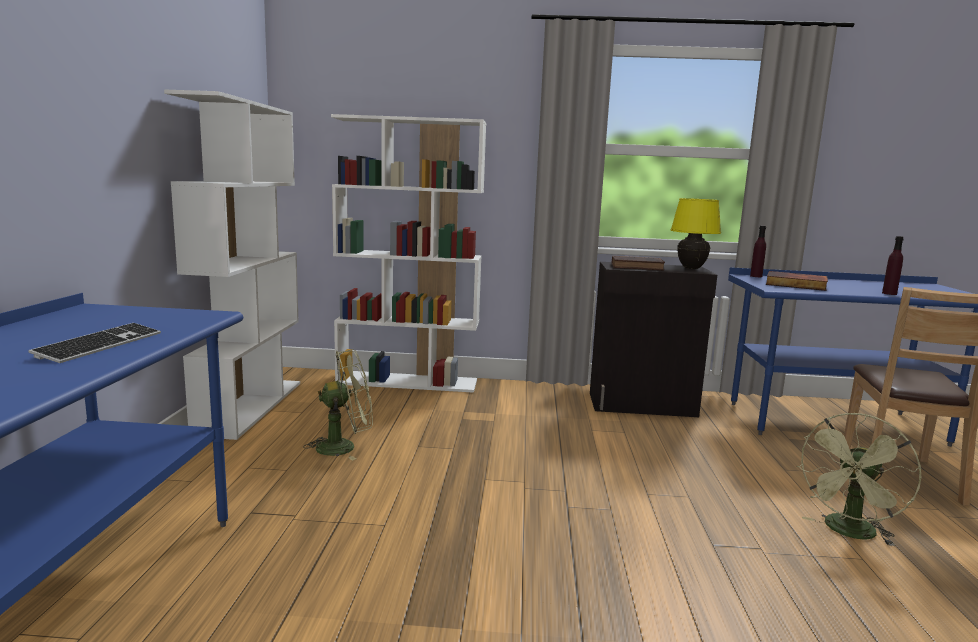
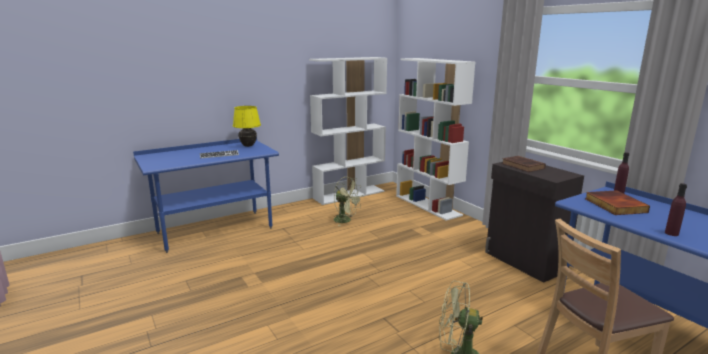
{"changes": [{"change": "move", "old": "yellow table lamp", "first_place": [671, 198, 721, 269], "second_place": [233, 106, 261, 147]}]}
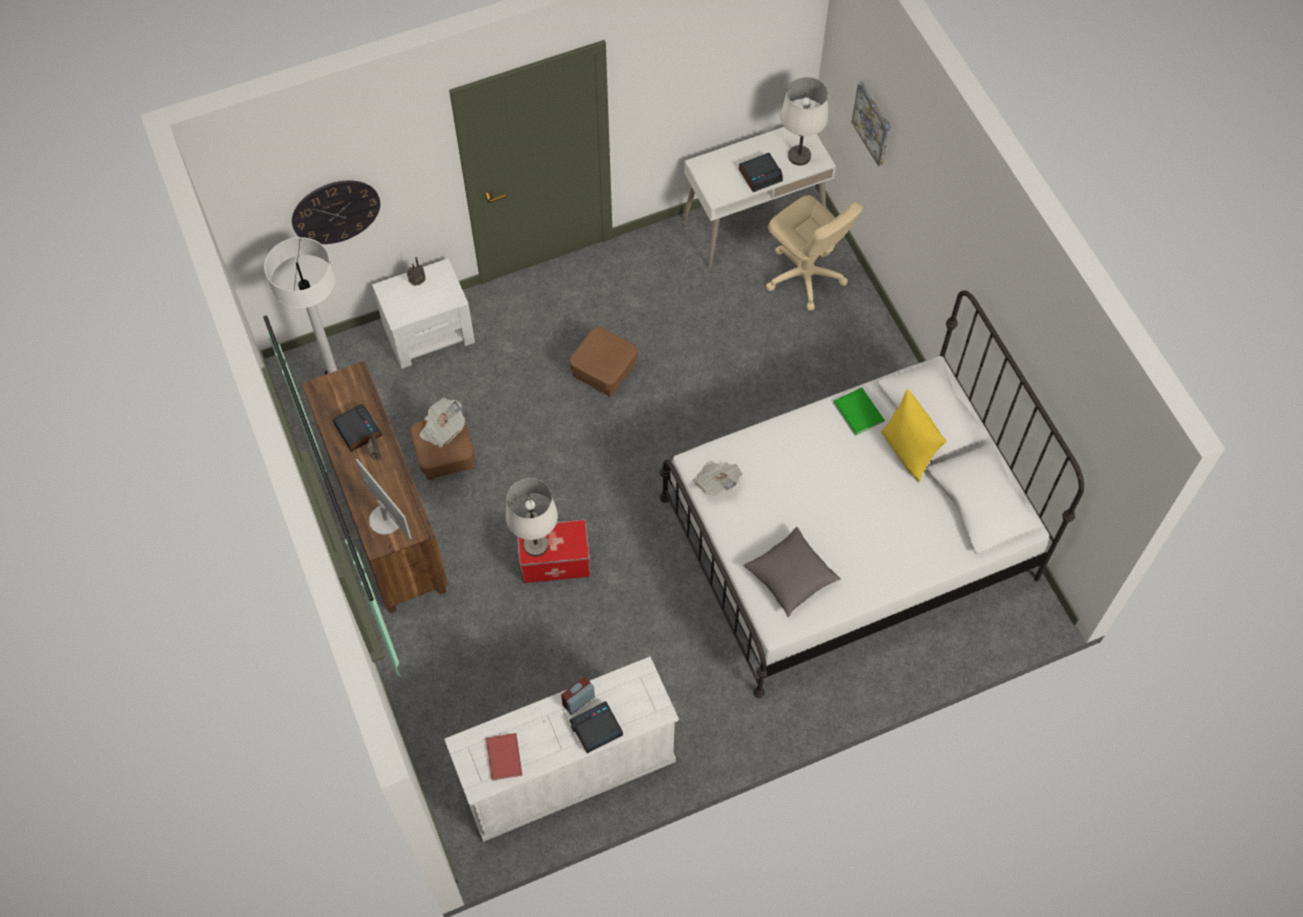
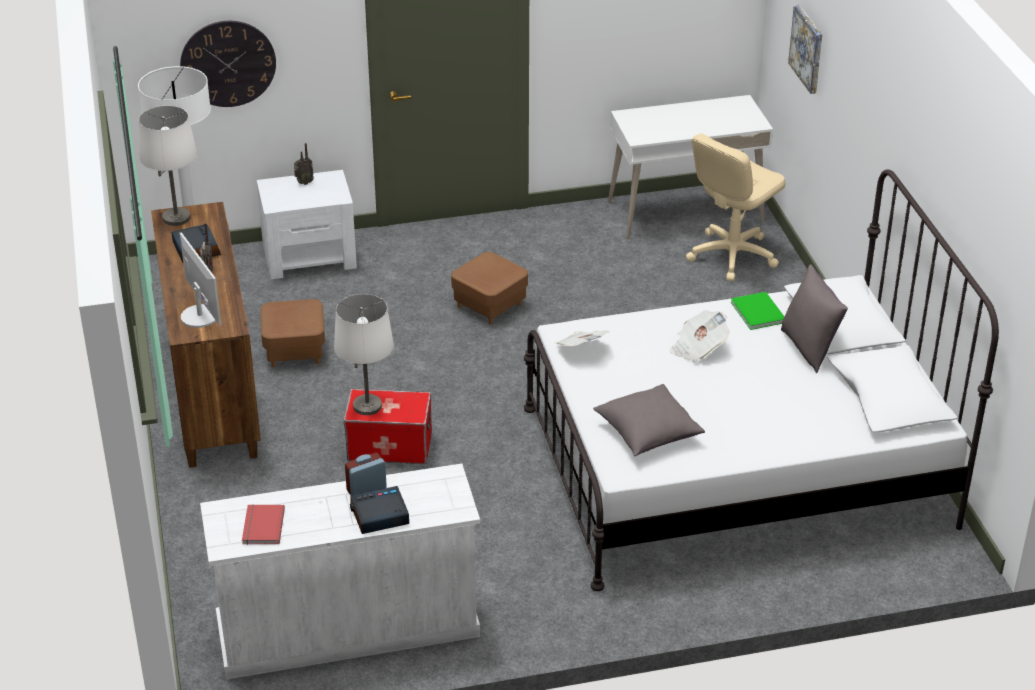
{"changes": [{"change": "delete", "old": "alarm clock", "first_place": [739, 153, 783, 192]}, {"change": "move", "old": "newspaper", "first_place": [420, 398, 465, 448], "second_place": [670, 310, 729, 363]}, {"change": "move", "old": "white table lamp", "first_place": [780, 77, 828, 165], "second_place": [139, 106, 197, 226]}, {"change": "recolor", "old": "yellow pillow", "new": "grey pillow", "first_place": [881, 389, 947, 482], "second_place": [781, 264, 848, 373]}, {"change": "rotate", "old": "beige office chair", "first_place": [766, 195, 863, 311], "second_place": [686, 134, 786, 281], "degrees": 75}]}
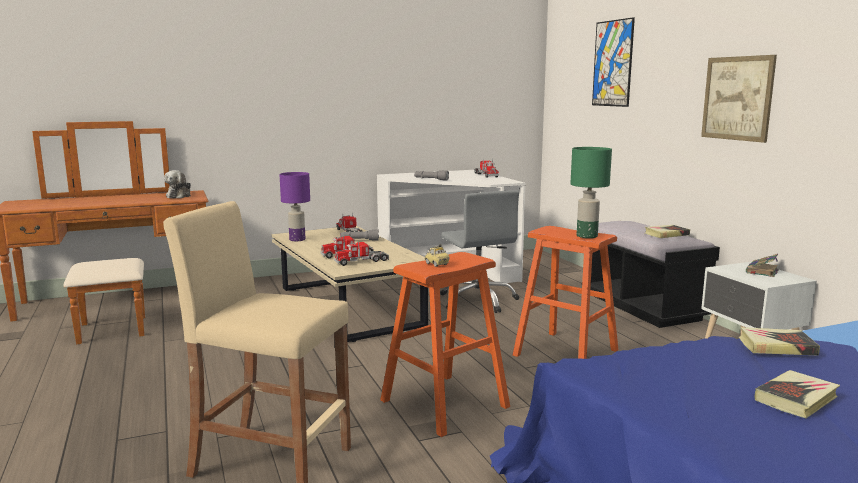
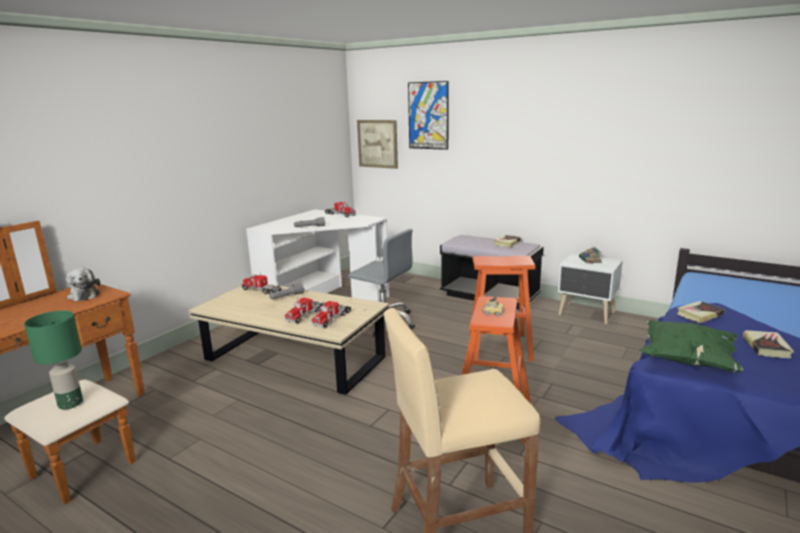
{"changes": [{"change": "delete", "old": "purple table lamp", "first_place": [279, 172, 310, 241]}, {"change": "insert", "new": "green pillow", "second_place": [640, 320, 744, 373]}, {"change": "move", "old": "green table lamp", "first_place": [570, 147, 612, 238], "second_place": [24, 310, 83, 409]}, {"change": "move", "old": "picture", "first_place": [701, 55, 777, 143], "second_place": [357, 120, 398, 169]}]}
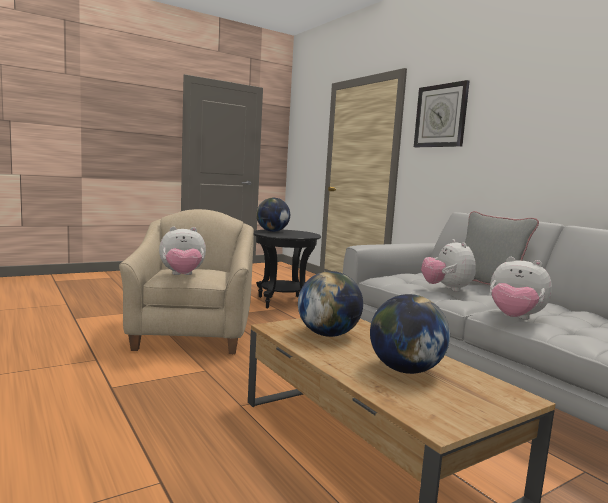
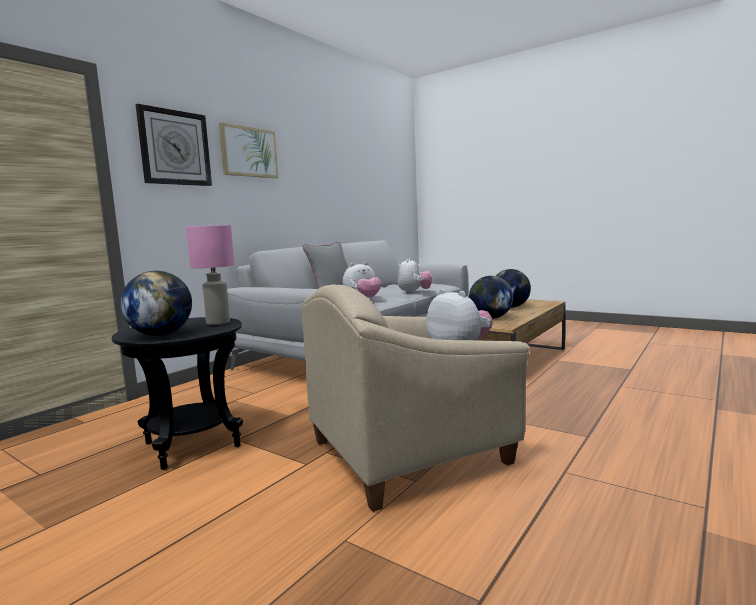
{"changes": [{"change": "insert", "new": "pink table lamp", "second_place": [186, 225, 235, 325]}, {"change": "insert", "new": "picture", "second_place": [219, 122, 278, 178]}]}
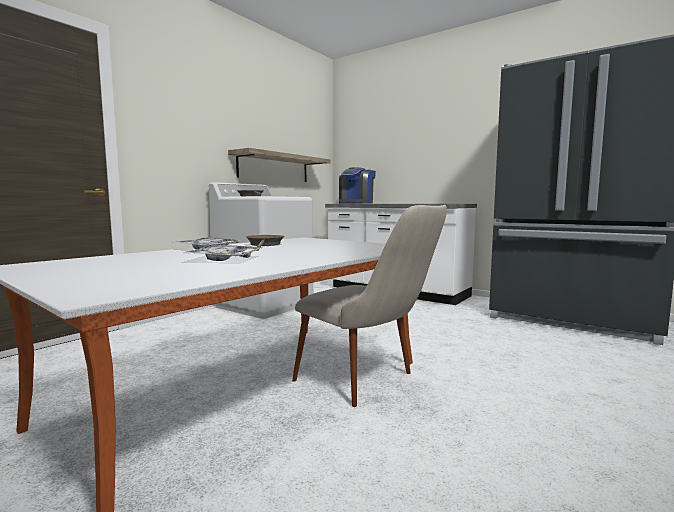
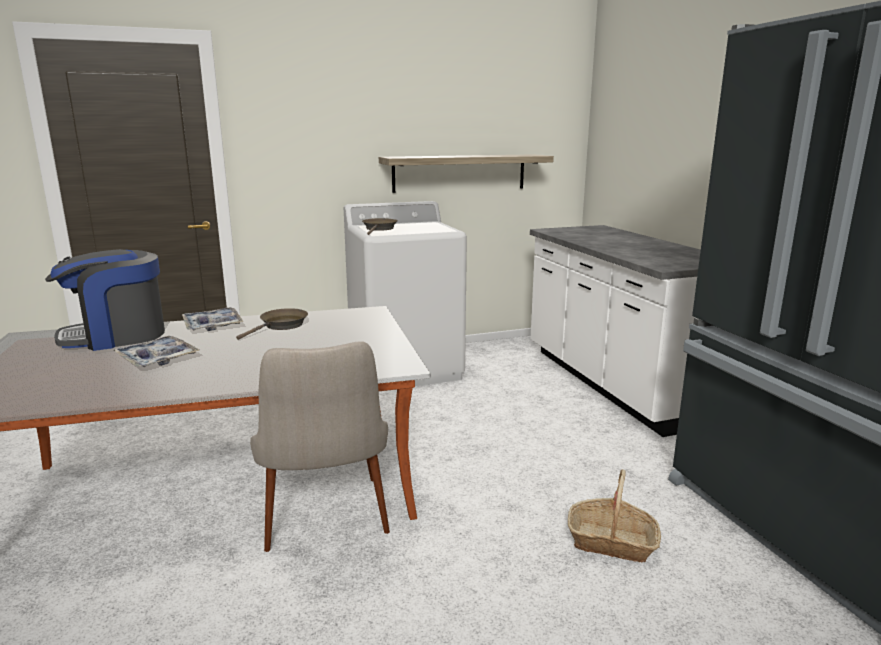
{"changes": [{"change": "insert", "new": "basket", "second_place": [568, 469, 661, 562]}, {"change": "move", "old": "coffee machine", "first_place": [339, 167, 376, 204], "second_place": [45, 249, 165, 351]}]}
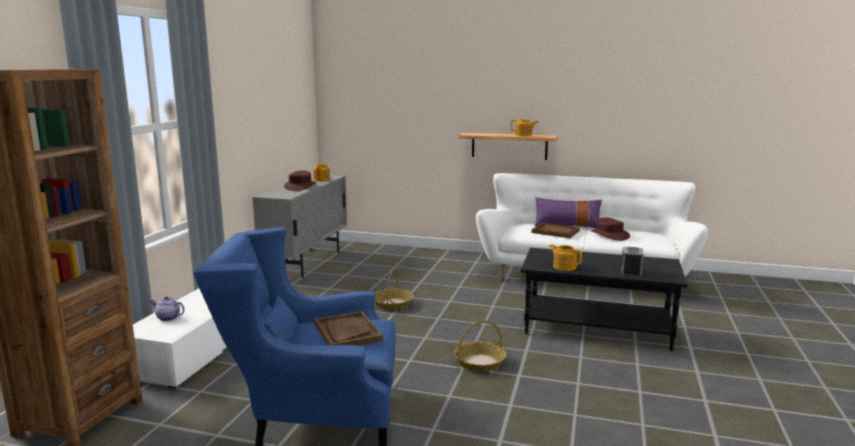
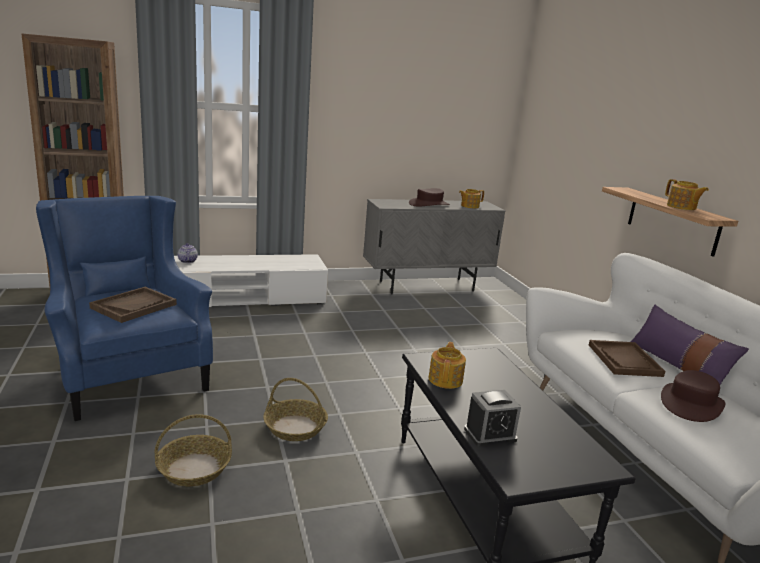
{"changes": [{"change": "move", "old": "basket", "first_place": [374, 269, 414, 310], "second_place": [155, 414, 232, 487]}]}
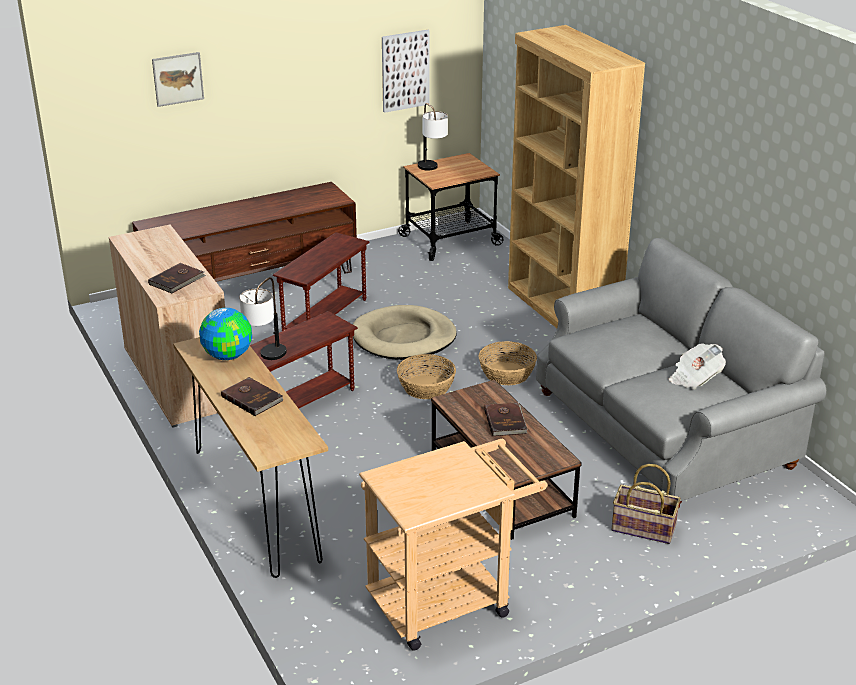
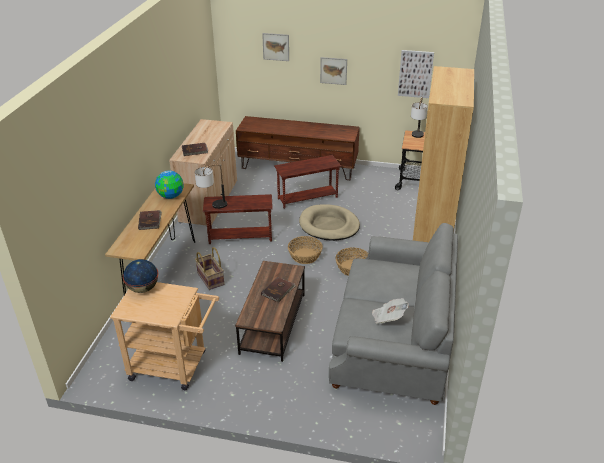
{"changes": [{"change": "insert", "new": "globe", "second_place": [123, 259, 159, 293]}, {"change": "insert", "new": "picture", "second_place": [320, 57, 347, 85]}, {"change": "move", "old": "basket", "first_place": [611, 464, 681, 544], "second_place": [195, 247, 224, 290]}]}
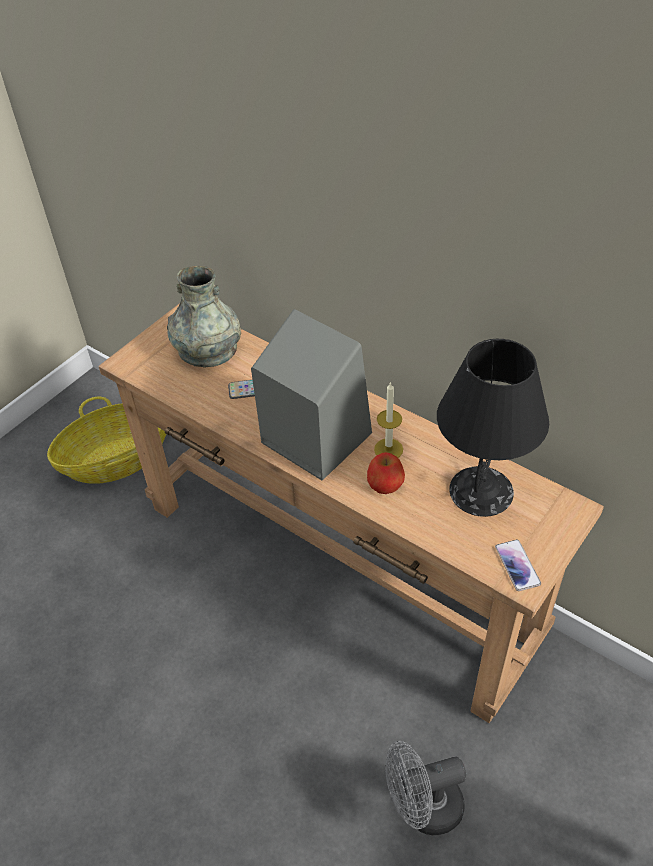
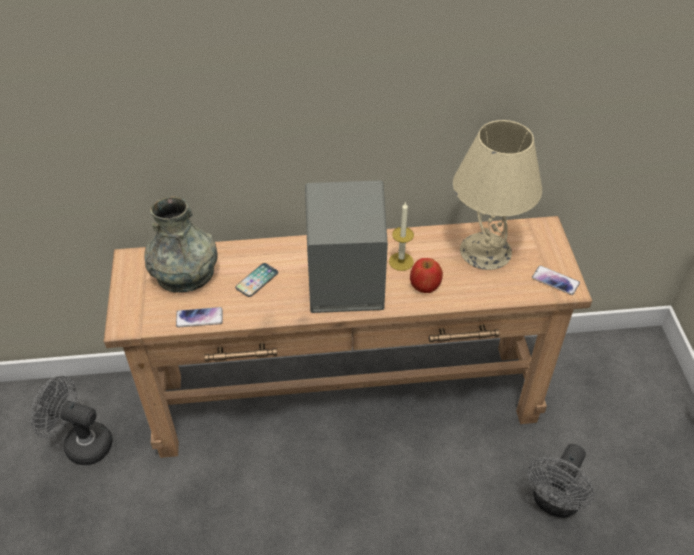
{"changes": [{"change": "insert", "new": "phone", "second_place": [176, 307, 223, 328]}, {"change": "replace", "old": "basket", "new": "grey fan", "first_place": [47, 397, 166, 484], "second_place": [31, 376, 113, 465]}, {"change": "recolor", "old": "black table lamp", "new": "beige table lamp", "first_place": [437, 339, 549, 517], "second_place": [453, 120, 542, 270]}]}
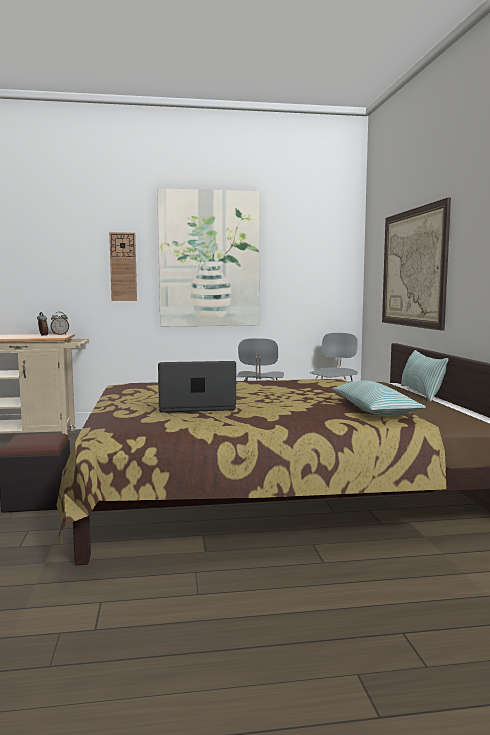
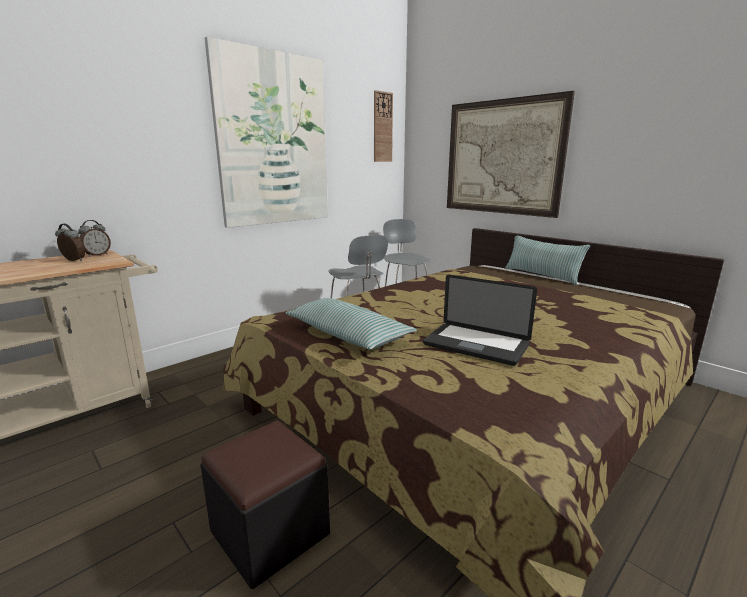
{"changes": [{"change": "move", "old": "wall clock", "first_place": [109, 232, 137, 301], "second_place": [374, 90, 393, 162]}, {"change": "move", "old": "pillow", "first_place": [332, 380, 426, 416], "second_place": [285, 298, 417, 350]}, {"change": "rotate", "old": "laptop", "first_place": [158, 361, 236, 413], "second_place": [423, 275, 537, 366], "degrees": -105}]}
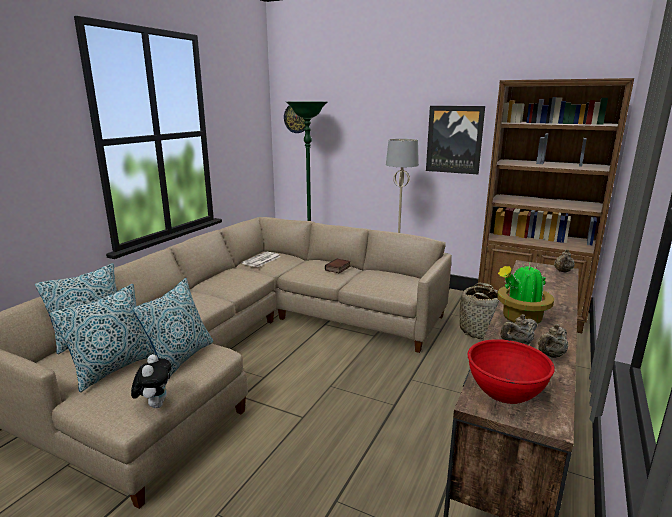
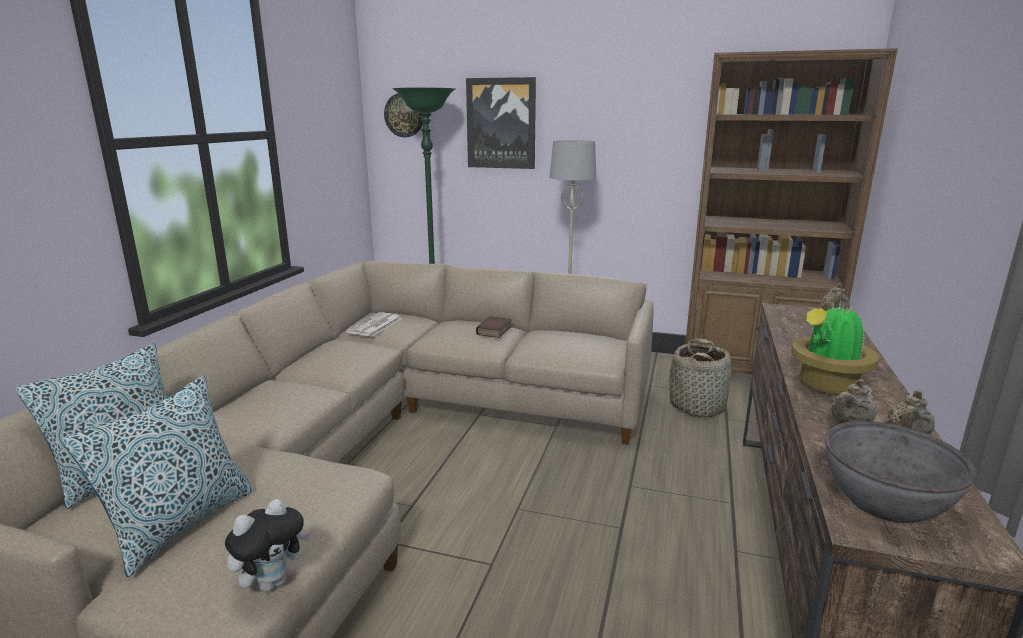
{"changes": [{"change": "delete", "old": "pillow", "first_place": [133, 278, 213, 377]}, {"change": "move", "old": "picture", "first_place": [426, 106, 485, 174], "second_place": [466, 77, 536, 169]}, {"change": "recolor", "old": "red bowl", "new": "grey bowl", "first_place": [468, 339, 555, 404], "second_place": [825, 421, 977, 523]}, {"change": "rotate", "old": "plush toy", "first_place": [131, 354, 171, 408], "second_place": [225, 499, 310, 592], "degrees": 60}]}
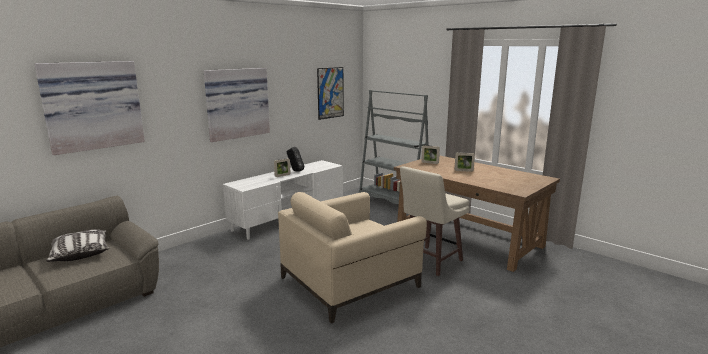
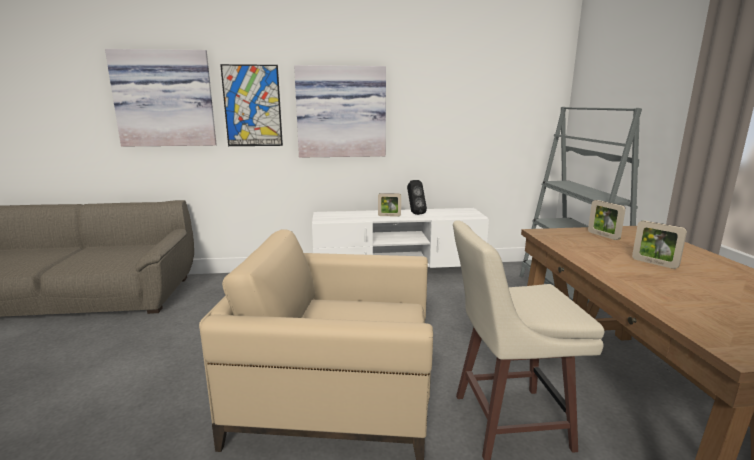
{"changes": [{"change": "delete", "old": "pillow", "first_place": [46, 230, 110, 262]}, {"change": "move", "old": "picture", "first_place": [317, 67, 344, 120], "second_place": [220, 64, 283, 146]}]}
